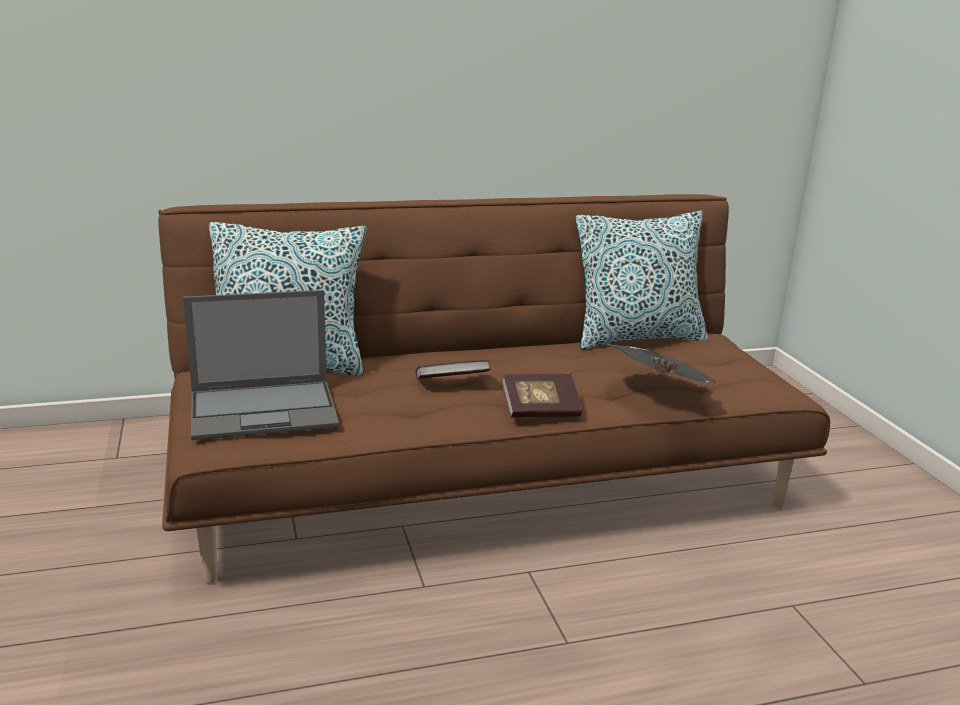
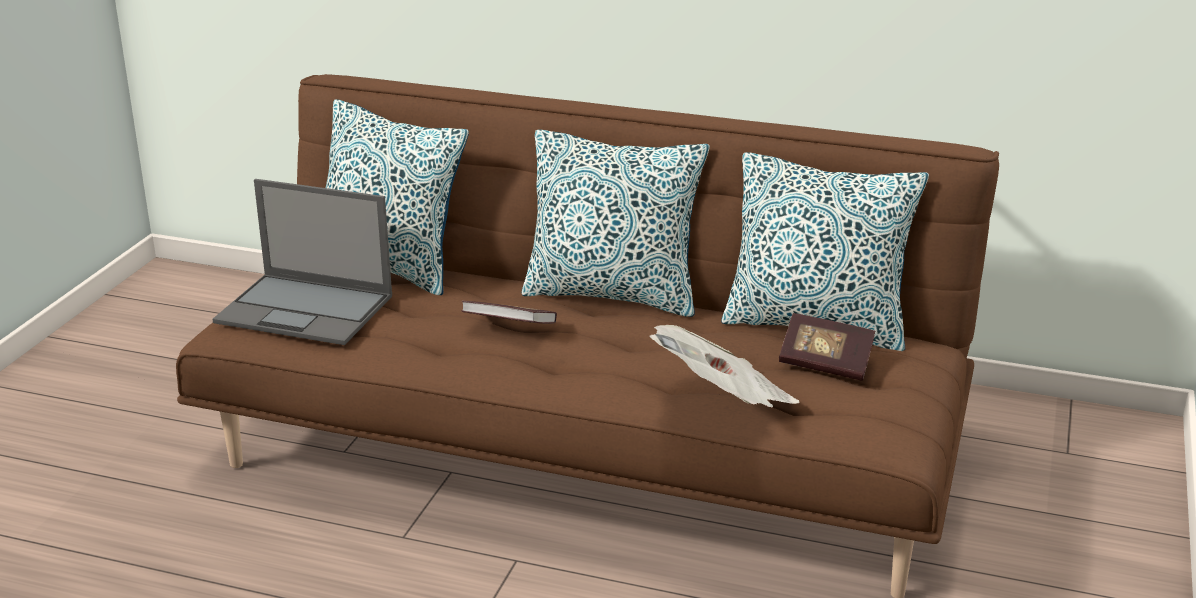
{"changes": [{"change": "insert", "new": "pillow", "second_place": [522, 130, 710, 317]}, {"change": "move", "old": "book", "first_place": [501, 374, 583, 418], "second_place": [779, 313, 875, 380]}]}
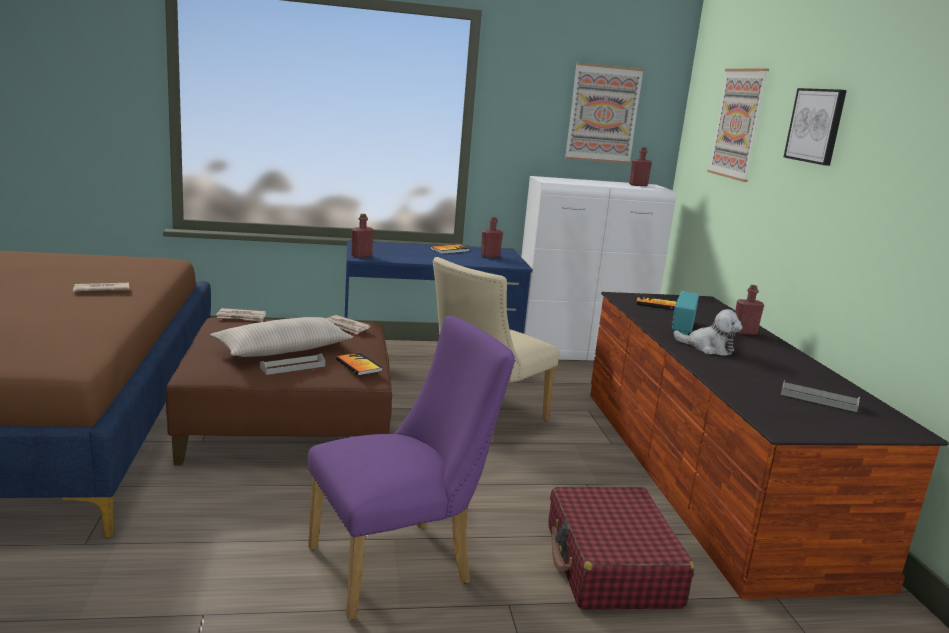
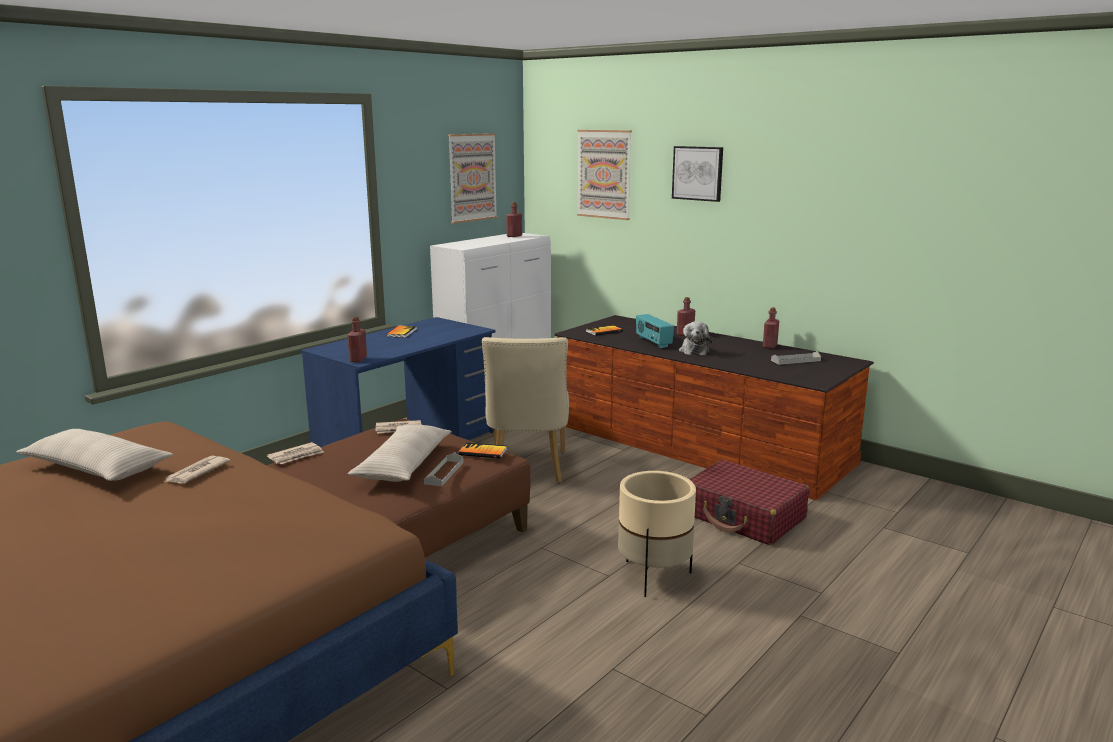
{"changes": [{"change": "insert", "new": "beige pillow", "second_place": [16, 429, 173, 481]}, {"change": "move", "old": "red bottle", "first_place": [481, 217, 503, 258], "second_place": [763, 307, 779, 349]}, {"change": "replace", "old": "purple chair", "new": "beige planter", "first_place": [308, 316, 515, 620], "second_place": [618, 471, 696, 597]}, {"change": "rotate", "old": "plush toy", "first_place": [673, 309, 742, 356], "second_place": [679, 321, 713, 355], "degrees": 105}]}
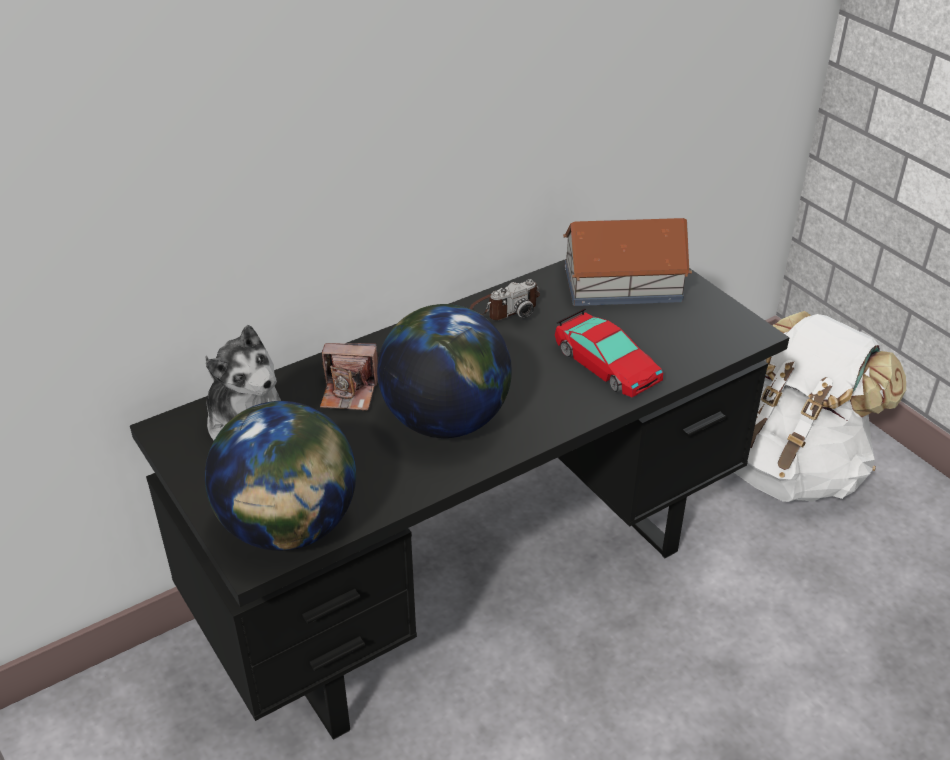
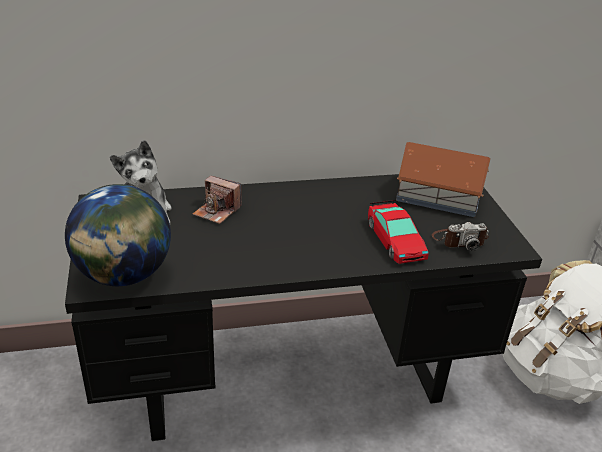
{"changes": [{"change": "delete", "old": "globe", "first_place": [377, 304, 512, 438]}, {"change": "move", "old": "photo camera", "first_place": [470, 279, 540, 320], "second_place": [432, 222, 489, 251]}]}
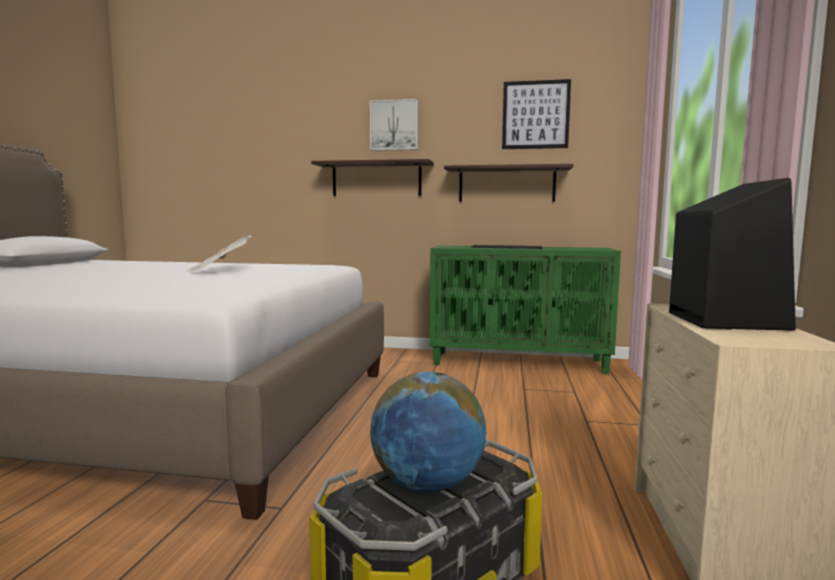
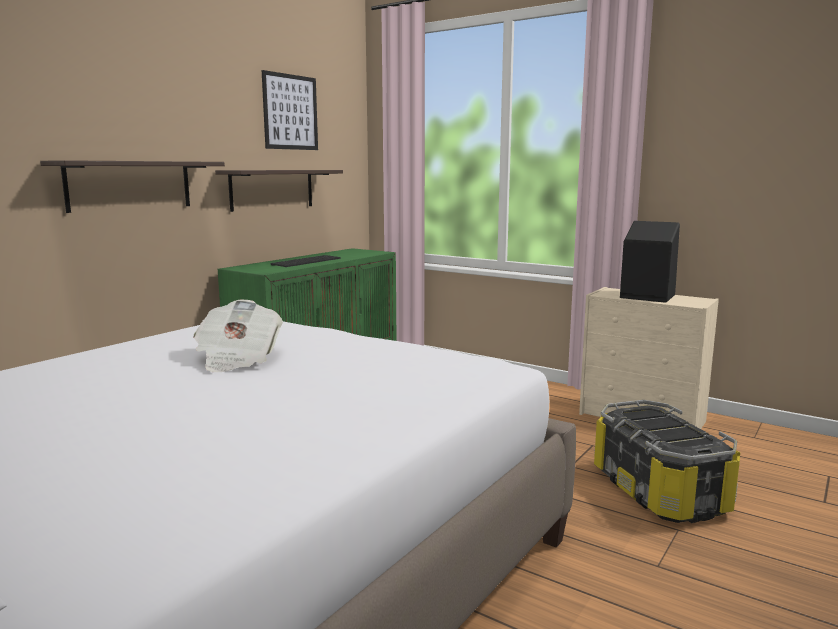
{"changes": [{"change": "delete", "old": "picture", "first_place": [370, 99, 418, 151]}, {"change": "delete", "old": "globe", "first_place": [370, 372, 487, 492]}]}
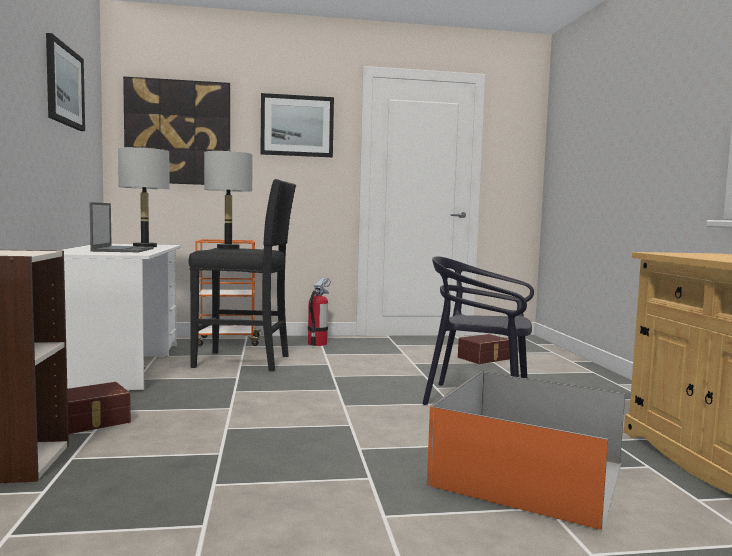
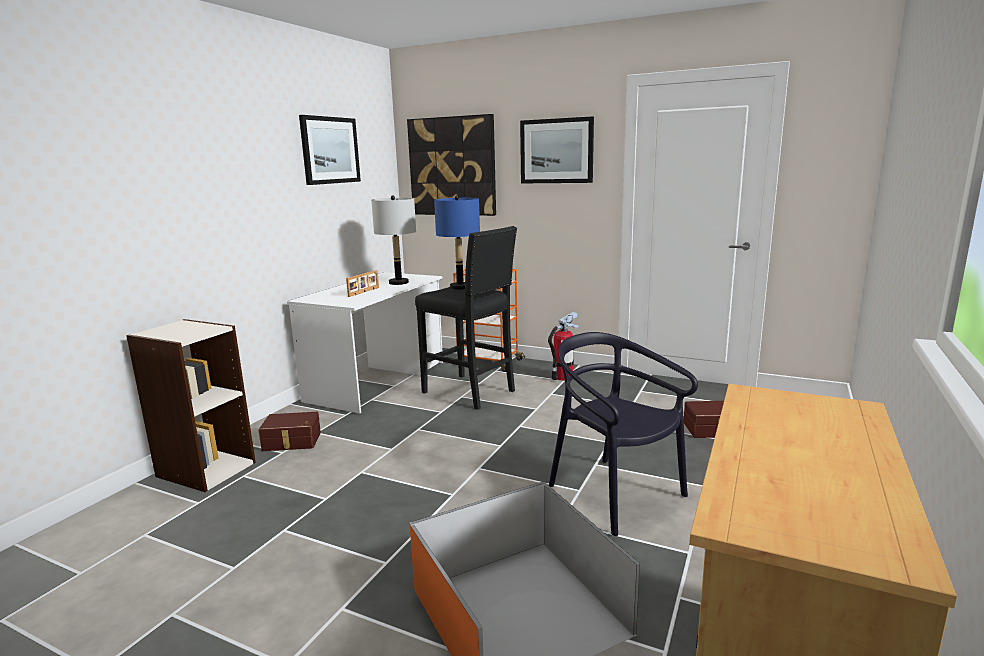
{"changes": [{"change": "replace", "old": "laptop", "new": "picture frame", "first_place": [89, 202, 154, 252], "second_place": [346, 270, 379, 297]}, {"change": "recolor", "old": "grey table lamp", "new": "blue table lamp", "first_place": [204, 150, 253, 249], "second_place": [434, 195, 480, 290]}]}
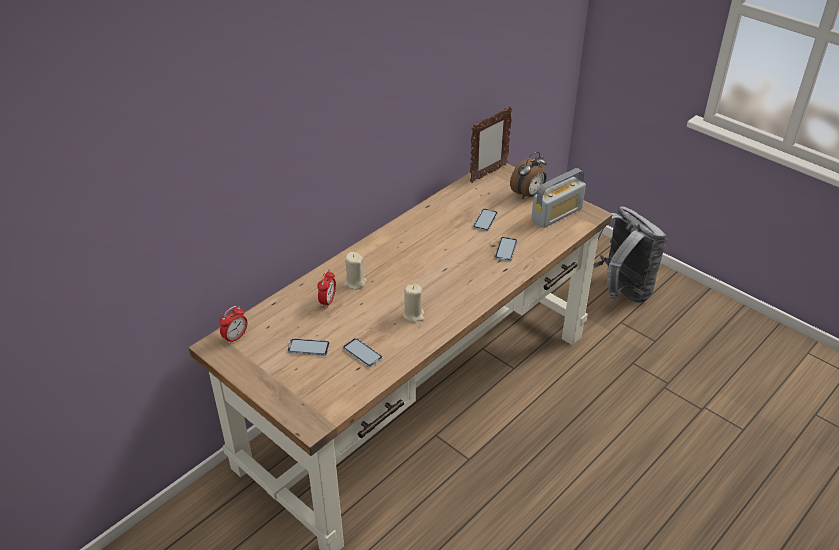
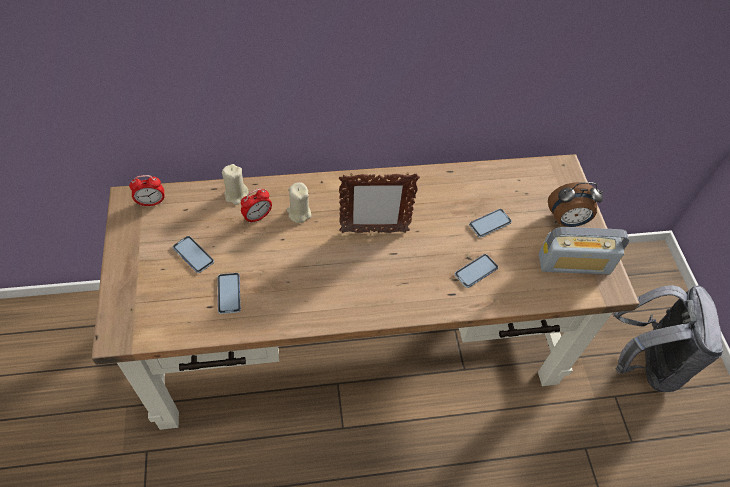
{"changes": [{"change": "move", "old": "beige candle", "first_place": [403, 284, 424, 323], "second_place": [222, 164, 249, 205]}, {"change": "move", "old": "picture frame", "first_place": [470, 107, 512, 183], "second_place": [339, 172, 420, 233]}]}
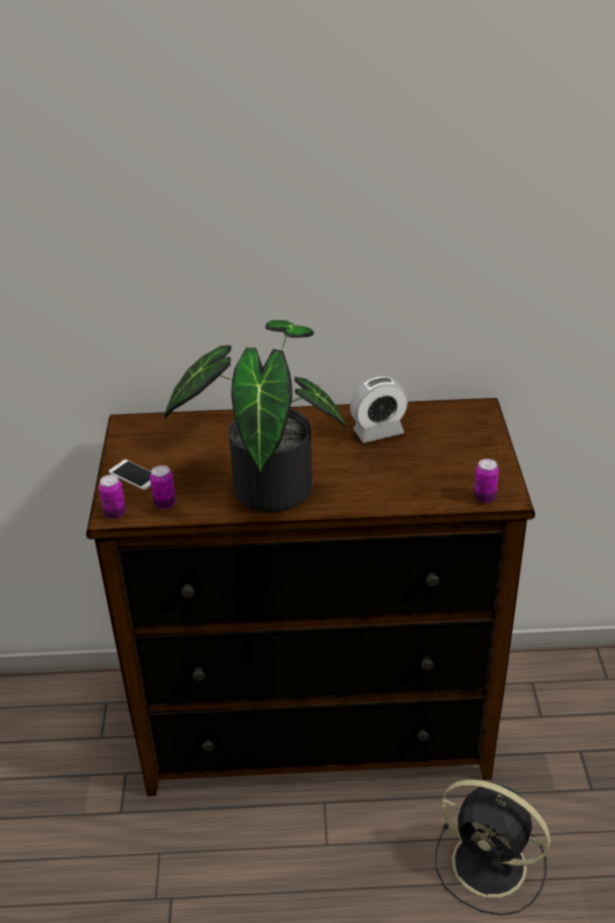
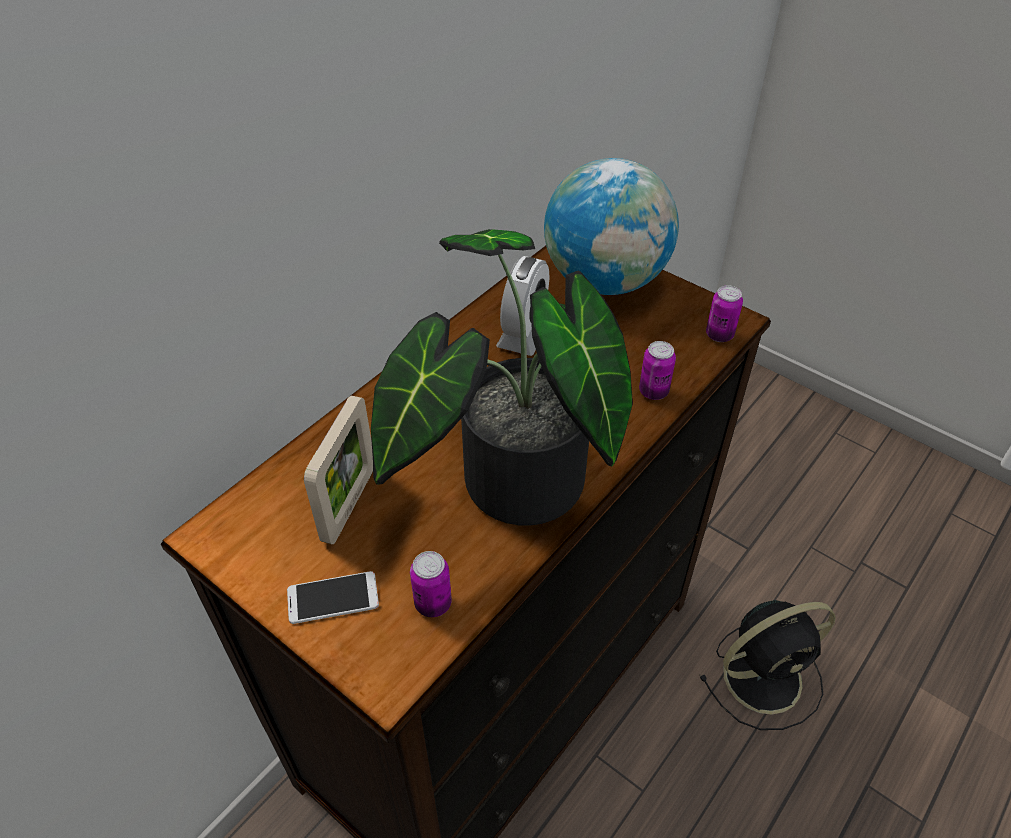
{"changes": [{"change": "insert", "new": "picture frame", "second_place": [304, 396, 373, 544]}, {"change": "insert", "new": "globe", "second_place": [544, 158, 679, 295]}, {"change": "move", "old": "can", "first_place": [99, 475, 126, 519], "second_place": [639, 341, 676, 400]}]}
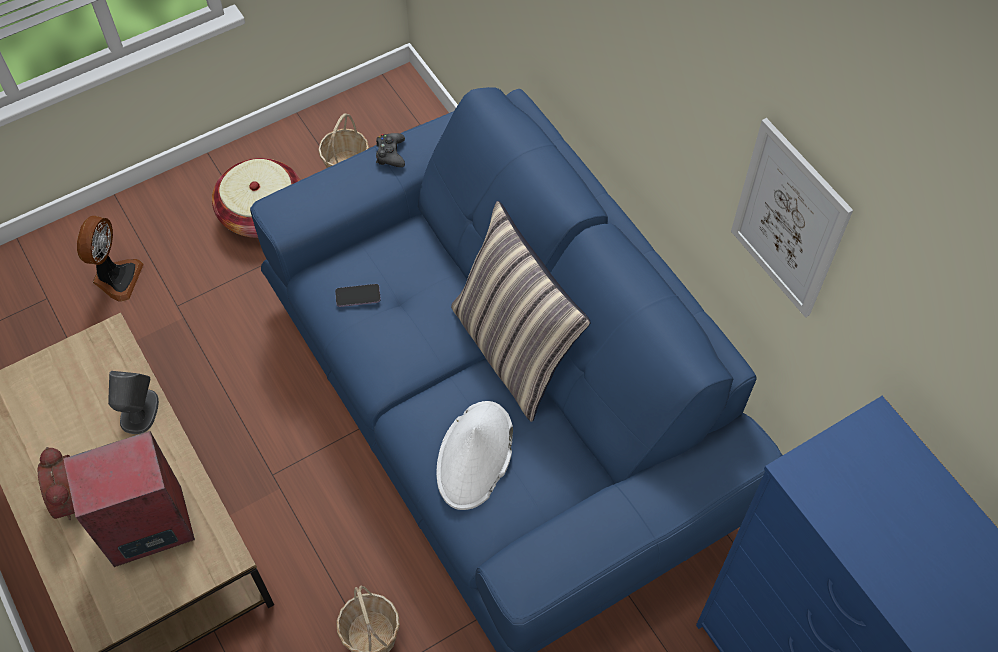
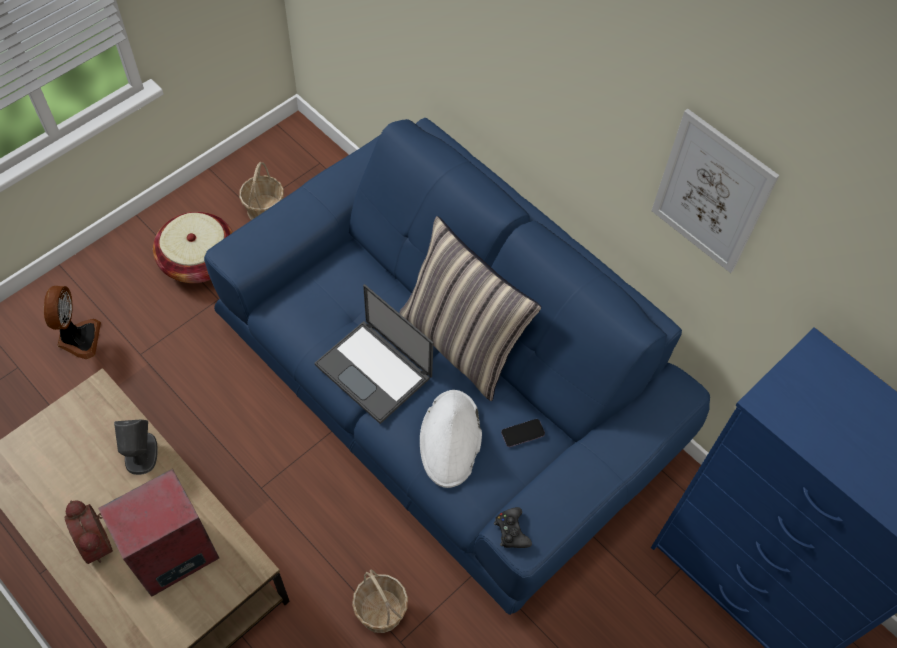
{"changes": [{"change": "insert", "new": "laptop", "second_place": [314, 284, 433, 424]}, {"change": "move", "old": "phone", "first_place": [335, 284, 381, 307], "second_place": [501, 419, 545, 447]}, {"change": "move", "old": "black game controller", "first_place": [376, 133, 405, 167], "second_place": [494, 507, 532, 548]}]}
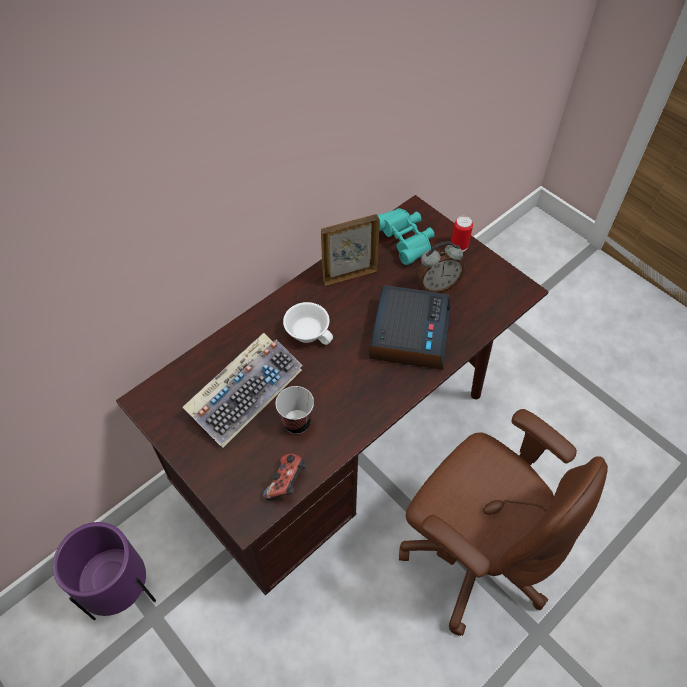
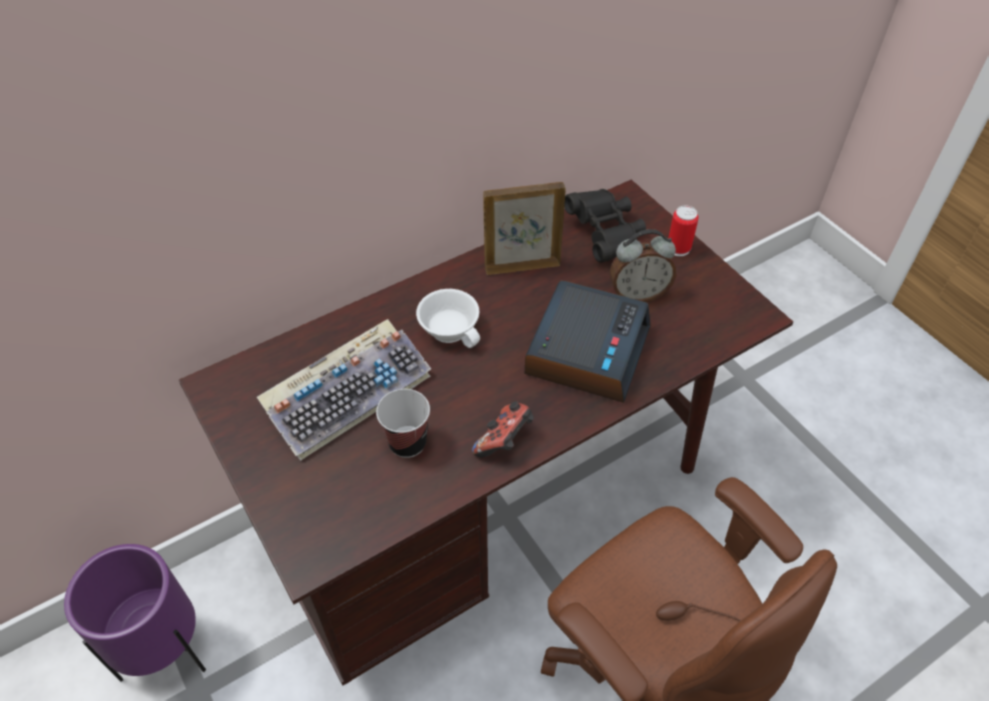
{"changes": [{"change": "move", "old": "game controller", "first_place": [263, 454, 306, 501], "second_place": [472, 401, 534, 458]}, {"change": "recolor", "old": "turquoise binoculars", "new": "black binoculars", "first_place": [378, 208, 435, 265], "second_place": [564, 189, 646, 263]}]}
